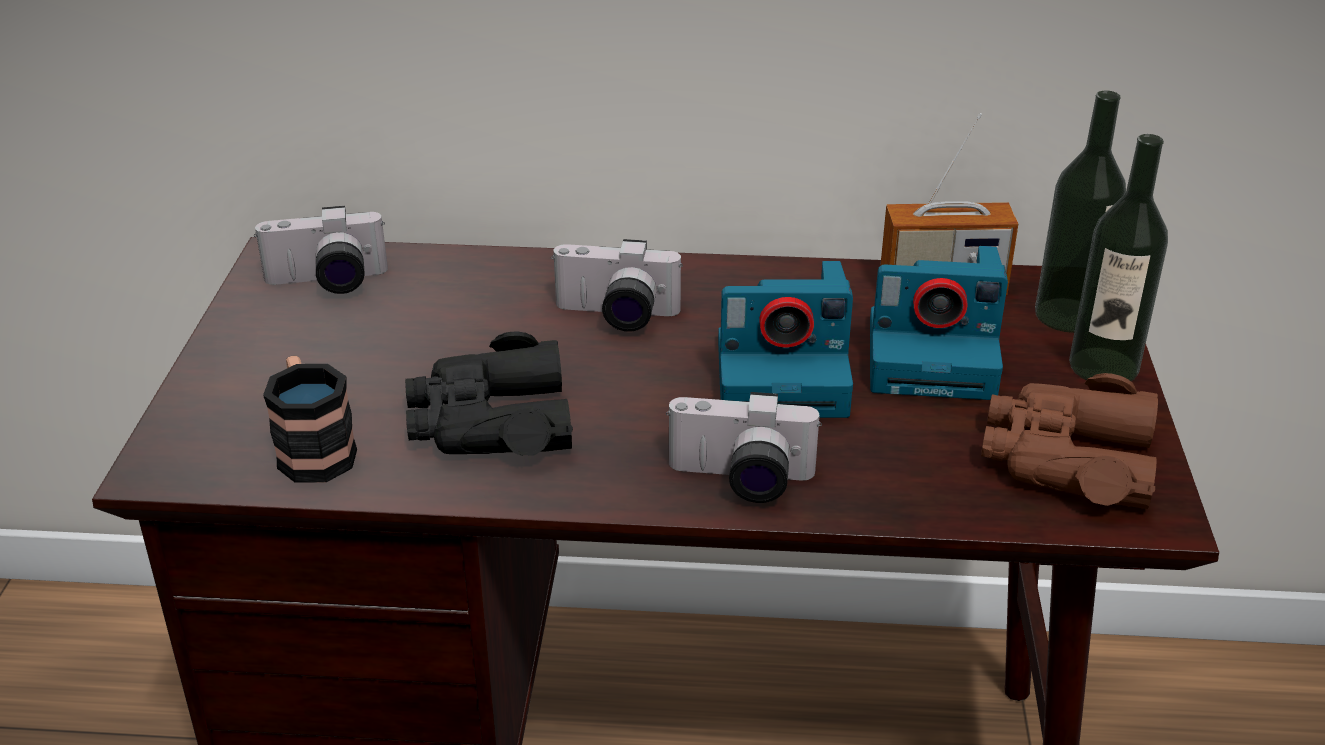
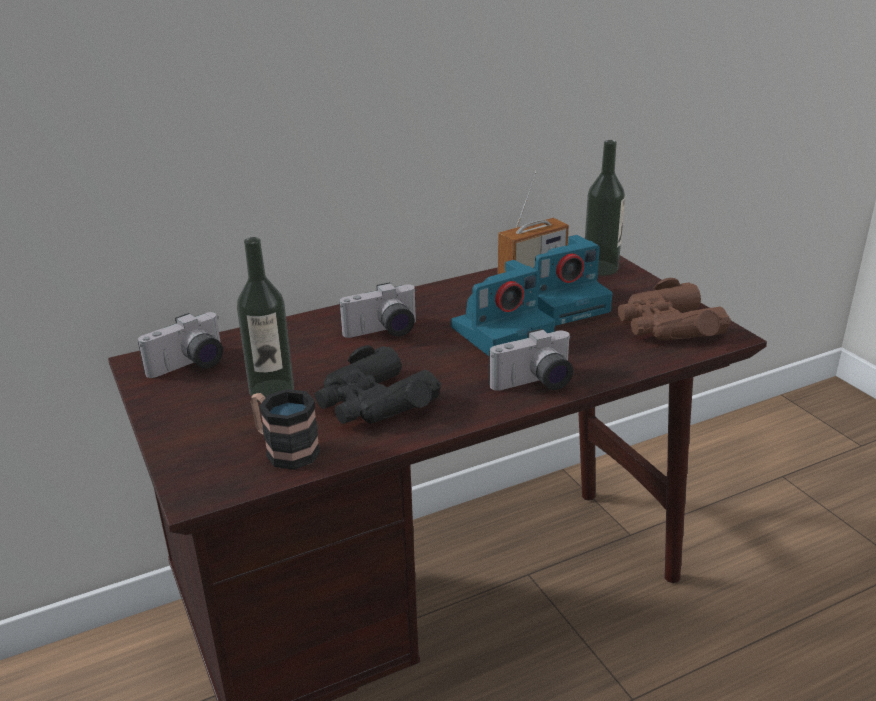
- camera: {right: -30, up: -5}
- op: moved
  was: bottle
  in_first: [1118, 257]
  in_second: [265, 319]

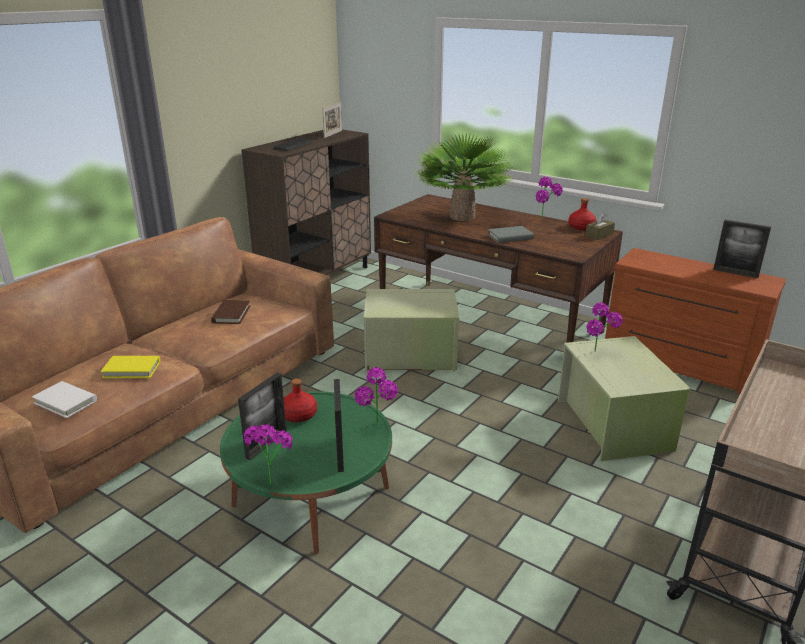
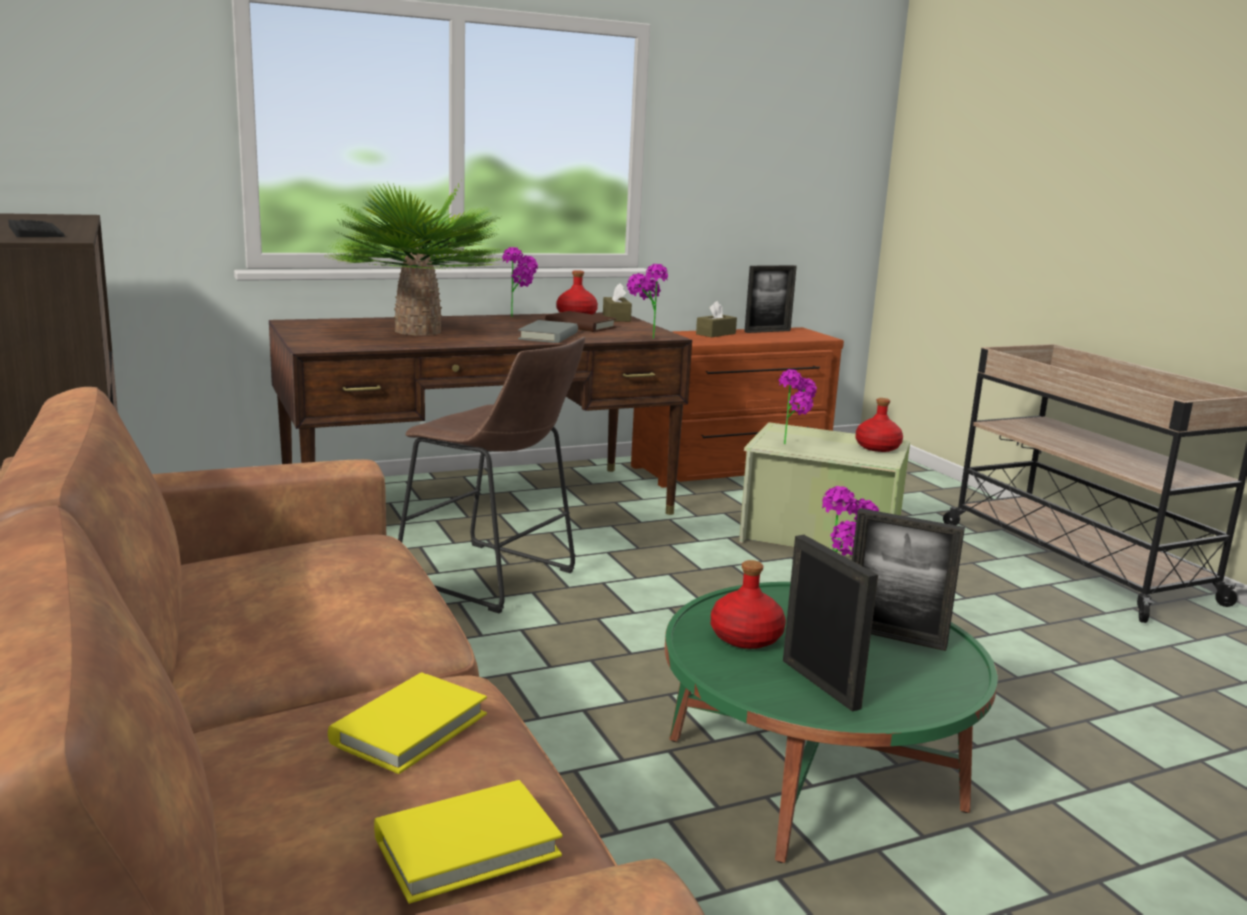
- camera: {right: -60, up: -10}
- op: removed
  was: picture frame
  in_first: [332, 120]
- op: replaced
  was: storage box in green
  now: stool in brown
  in_first: [411, 330]
  in_second: [491, 474]
- op: moved
  was: book in brown
  in_first: [230, 312]
  in_second: [581, 321]
- op: recoloured
  was: book in white
  now: book in yellow
  in_first: [64, 399]
  in_second: [468, 842]
- op: moved
  was: potted plant
  in_first: [268, 455]
  in_second: [647, 301]
- op: added
  now: tissue box in brown
  in_second: [716, 319]
- op: added
  now: bottle in red
  in_second: [879, 425]

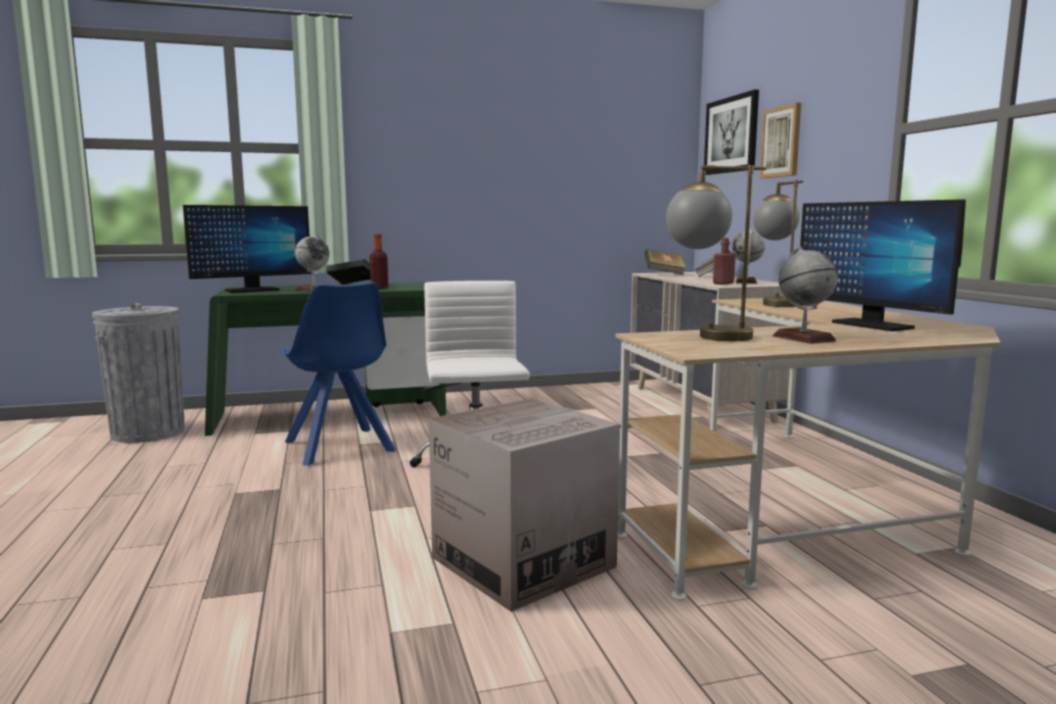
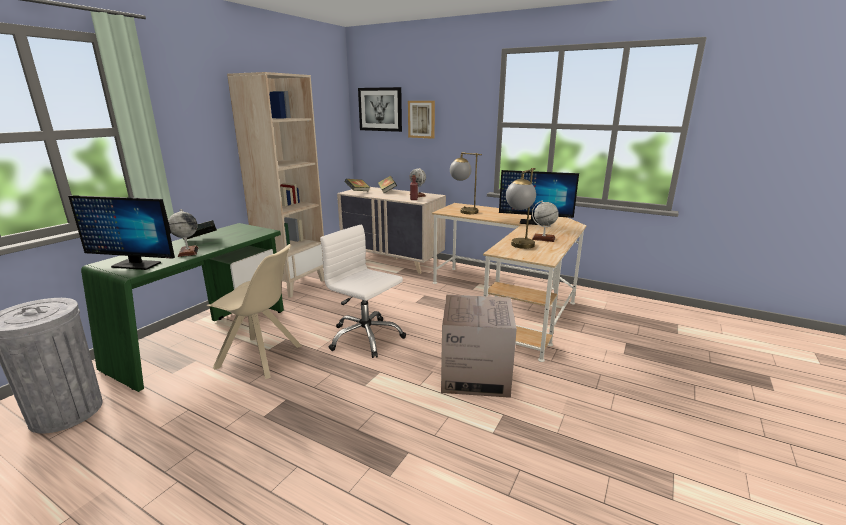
- camera: {right: -45, up: 10}
- op: turned
  was: monitor
  in_first: [247, 249]
  in_second: [121, 232]
  clockwise: 90
- op: removed
  was: bottle
  in_first: [379, 261]
- op: recoloured
  was: chair in blue
  now: chair in beige
  in_first: [339, 374]
  in_second: [254, 311]
- op: added
  now: bookcase in beige
  in_second: [275, 185]

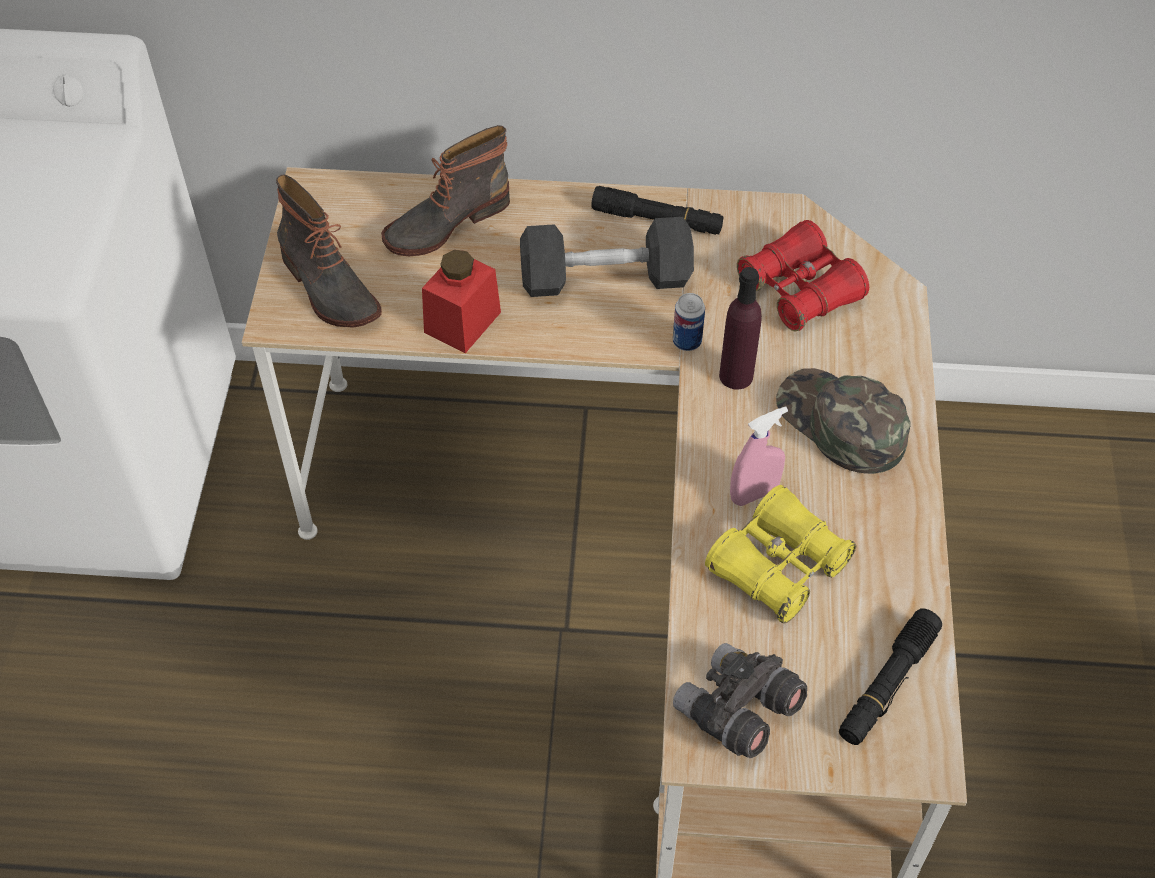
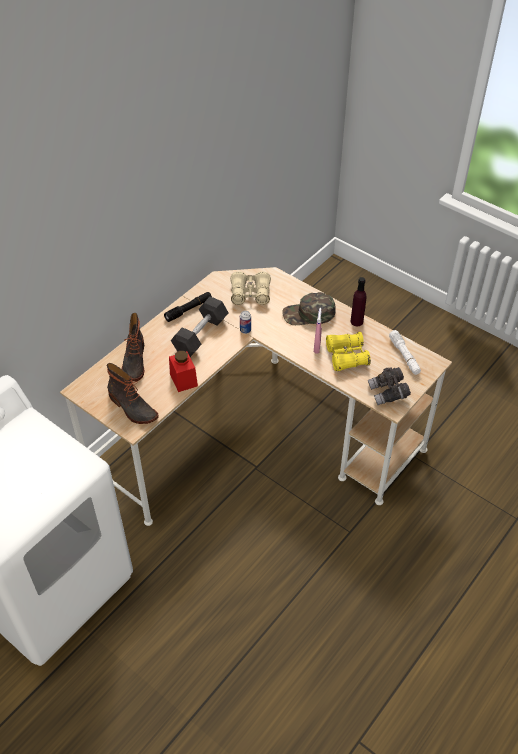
- camera: {right: -55, up: -5}
- op: turned
  was: boot
  in_first: [329, 251]
  in_second: [133, 393]
  clockwise: 45
- op: recoloured
  was: binoculars in red
  now: binoculars in beige
  in_first: [803, 275]
  in_second: [250, 288]
- op: moved
  was: bottle in purple
  in_first: [740, 328]
  in_second: [358, 301]
- op: recoloured
  was: flashlight in black
  now: flashlight in white
  in_first: [890, 676]
  in_second: [405, 352]

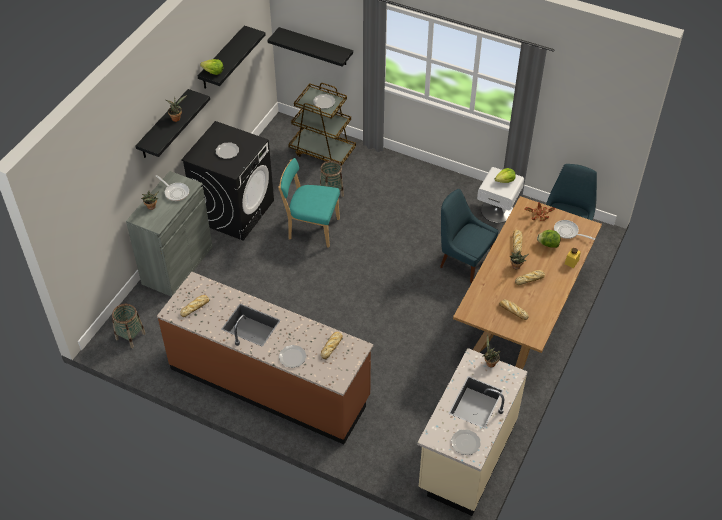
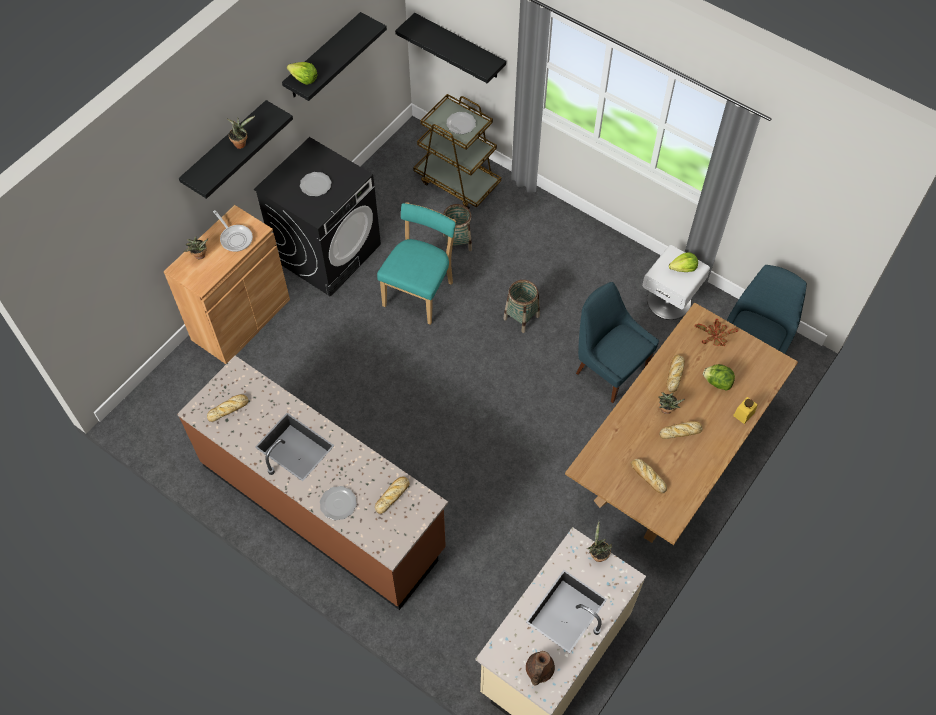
- camera: {right: 10, up: 10}
- op: turned
  was: chair in turquoise
  in_first: [309, 203]
  in_second: [416, 263]
  clockwise: 90
- op: recoloured
  was: cabinet in grey
  now: cabinet in brown
  in_first: [169, 234]
  in_second: [227, 284]
- op: removed
  was: frying pan
  in_first: [574, 230]
- op: moved
  was: basket
  in_first: [129, 326]
  in_second: [521, 306]
- op: replaced
  was: plate
  now: teapot in brown
  in_first: [466, 442]
  in_second: [540, 668]

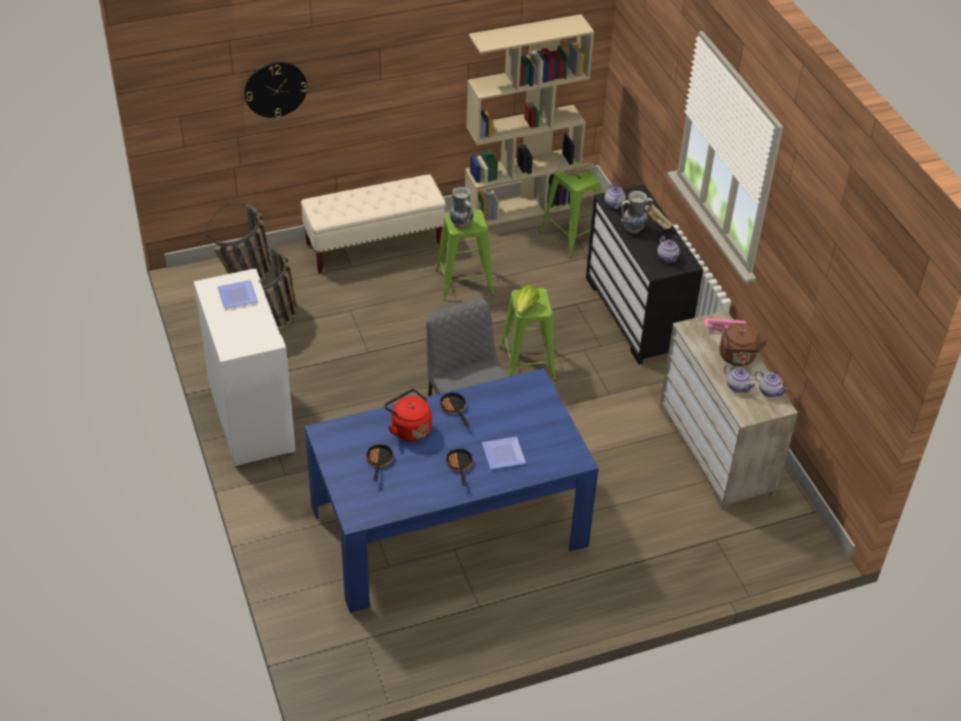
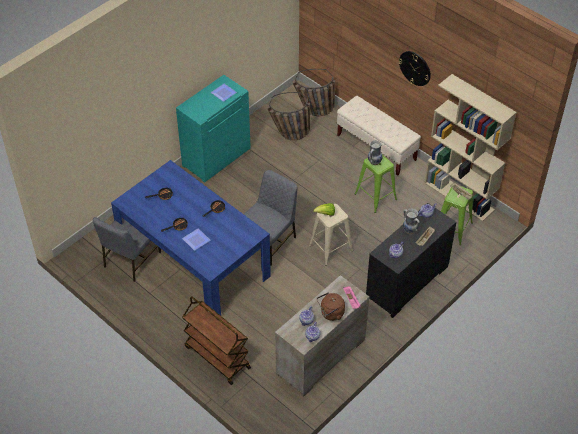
- camera: {right: 65, up: 5}
- op: moved
  was: wall clock
  in_first: [275, 90]
  in_second: [415, 68]
- op: recoloured
  was: cabinet in white
  now: cabinet in turquoise
  in_first: [245, 368]
  in_second: [213, 129]
- op: recoloured
  was: stool in green
  now: stool in beige
  in_first: [527, 334]
  in_second: [331, 235]
- op: removed
  was: kettle in red
  in_first: [408, 415]
- op: added
  now: chair in grey
  in_second: [127, 249]
- op: added
  now: cart in brown
  in_second: [216, 340]

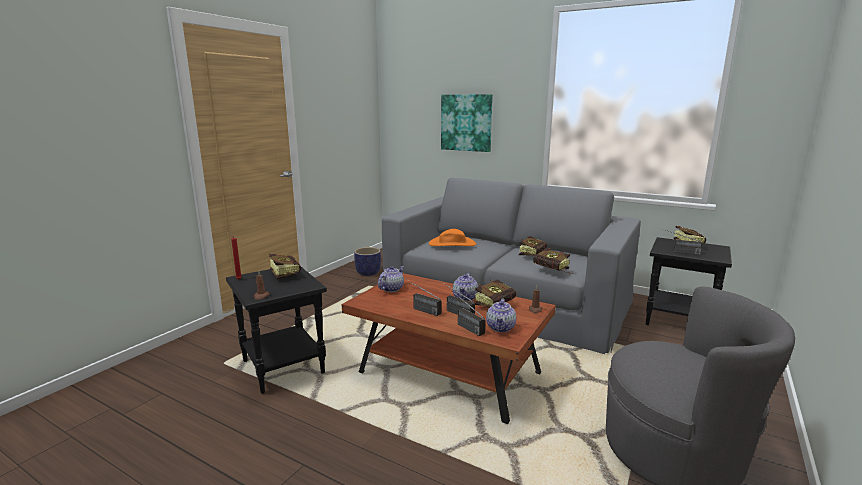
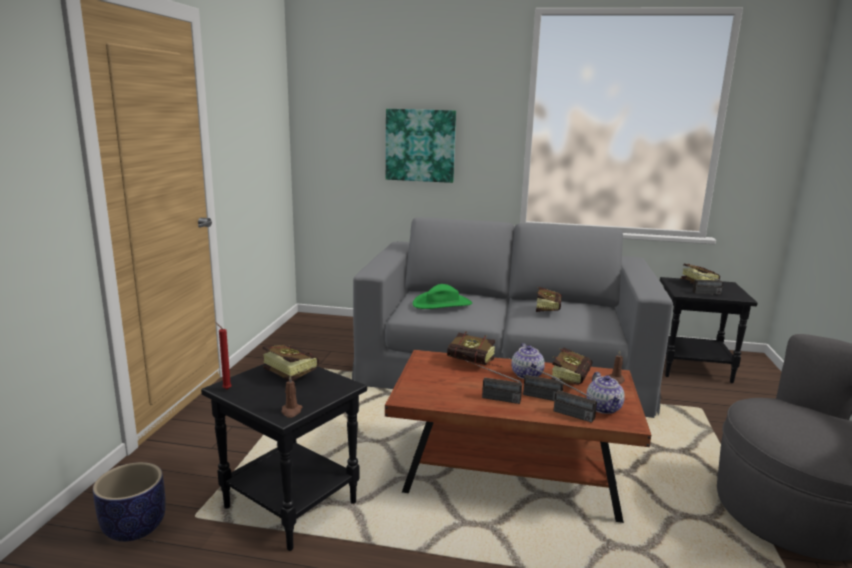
- camera: {right: -20, up: 0}
- op: recoloured
  was: hat in orange
  now: hat in green
  in_first: [452, 237]
  in_second: [442, 296]
- op: moved
  was: planter
  in_first: [367, 261]
  in_second: [129, 502]
- op: moved
  was: book
  in_first: [552, 261]
  in_second: [474, 349]
- op: removed
  was: teapot
  in_first: [391, 279]

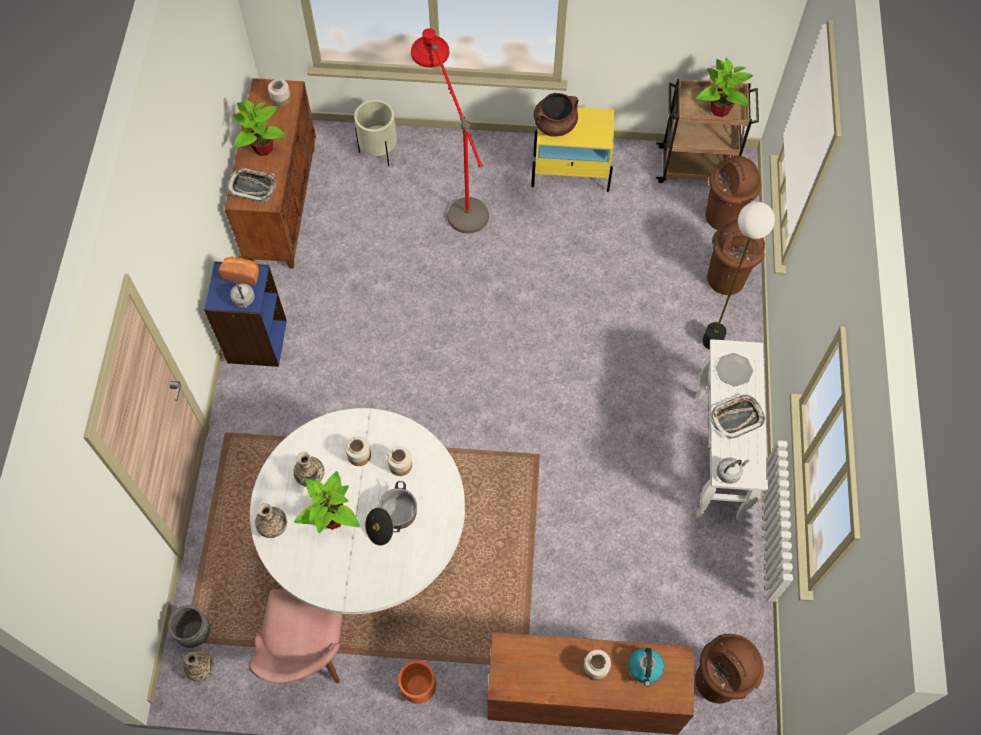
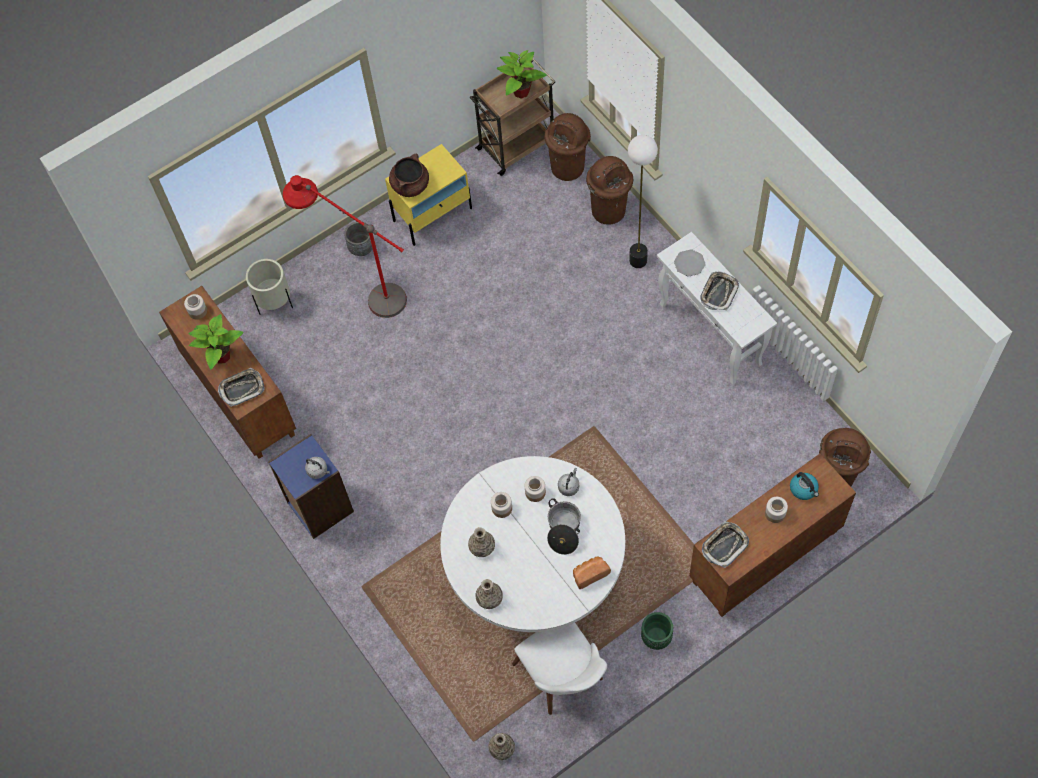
- camera: {right: -35, up: 0}
- op: moved
  was: bread
  in_first: [238, 271]
  in_second: [592, 573]
- op: moved
  was: kettle in grey
  in_first: [732, 470]
  in_second: [568, 482]
- op: removed
  was: potted plant
  in_first: [327, 502]
- op: recoloured
  was: chair in pink
  now: chair in white
  in_first: [296, 636]
  in_second: [559, 669]
- op: moved
  was: planter in grey
  in_first: [189, 626]
  in_second: [358, 239]
- op: recoloured
  was: planter in orange
  now: planter in green
  in_first: [417, 682]
  in_second: [657, 631]
- op: added
  now: tray
  in_second: [725, 544]

